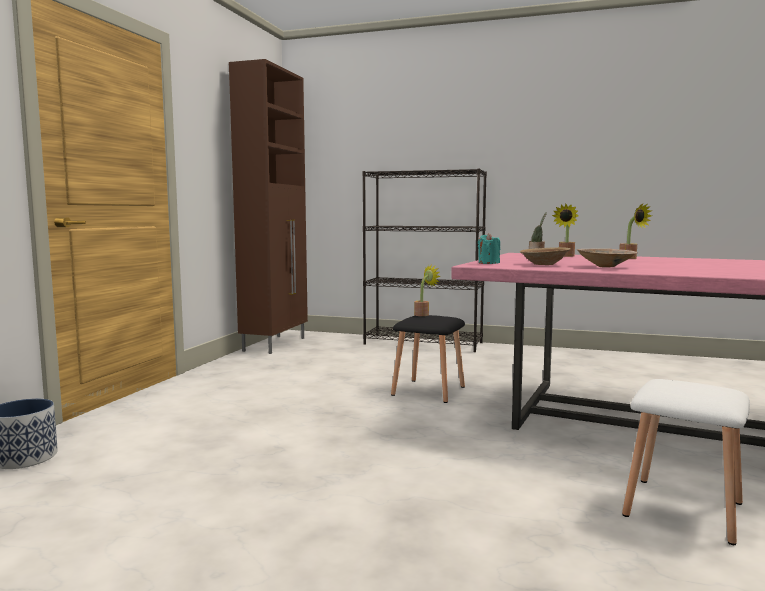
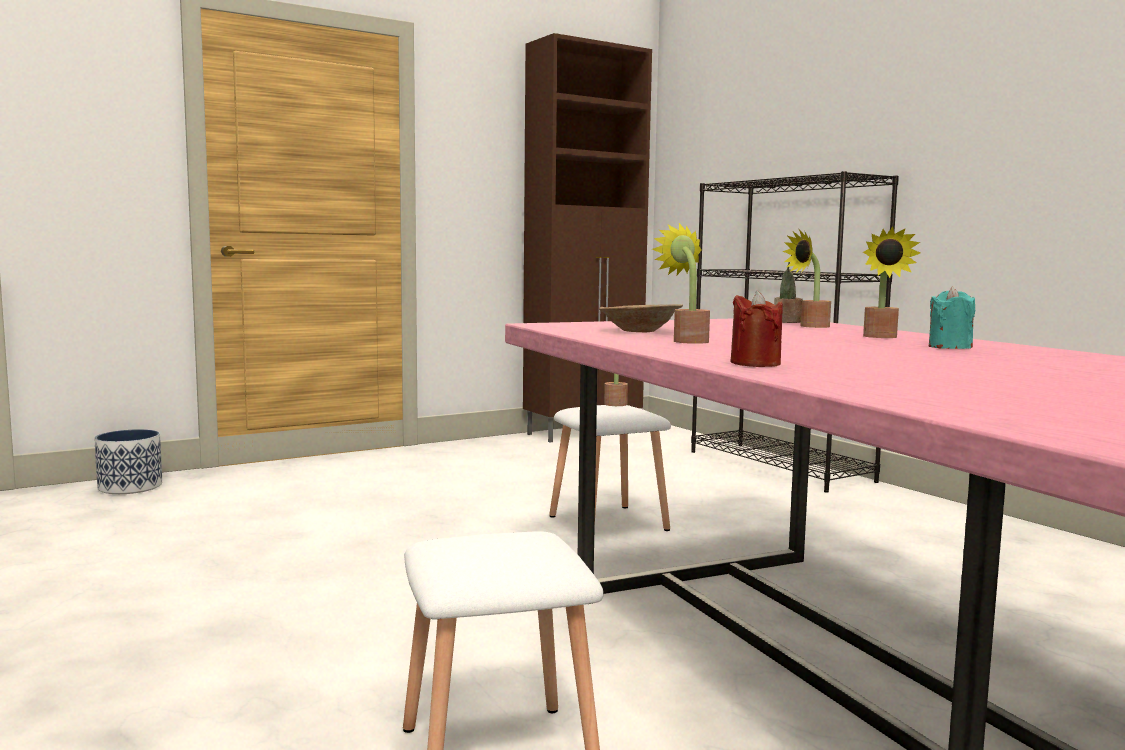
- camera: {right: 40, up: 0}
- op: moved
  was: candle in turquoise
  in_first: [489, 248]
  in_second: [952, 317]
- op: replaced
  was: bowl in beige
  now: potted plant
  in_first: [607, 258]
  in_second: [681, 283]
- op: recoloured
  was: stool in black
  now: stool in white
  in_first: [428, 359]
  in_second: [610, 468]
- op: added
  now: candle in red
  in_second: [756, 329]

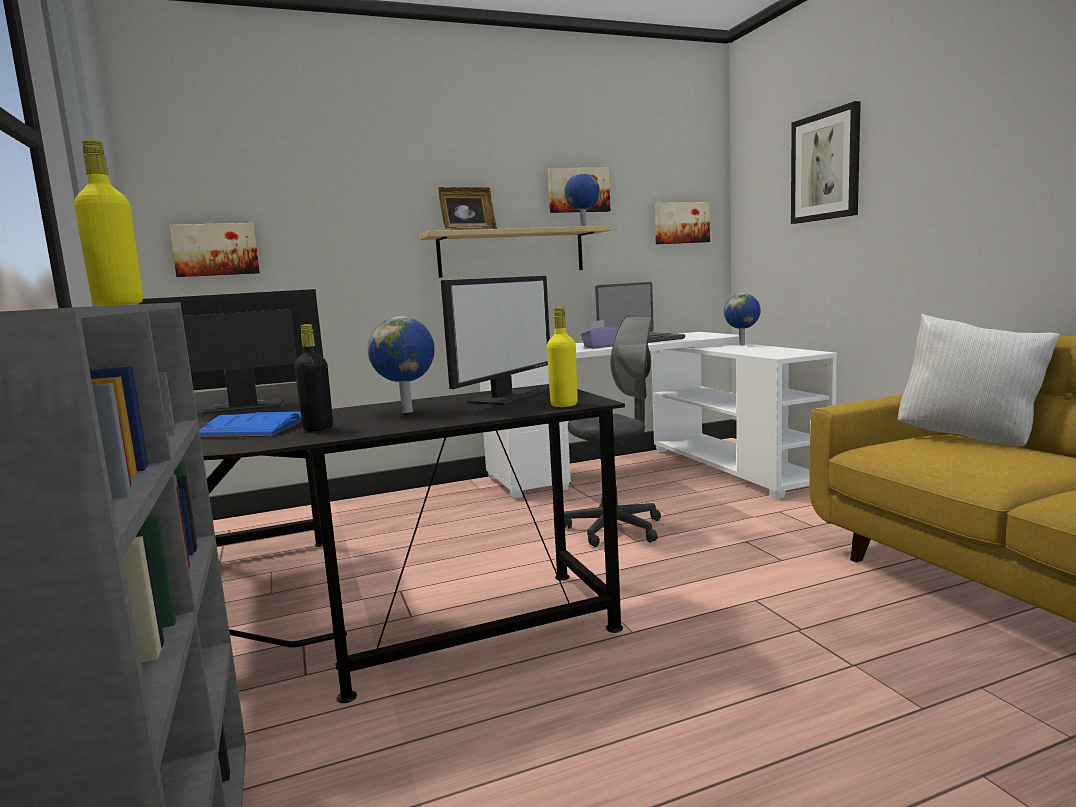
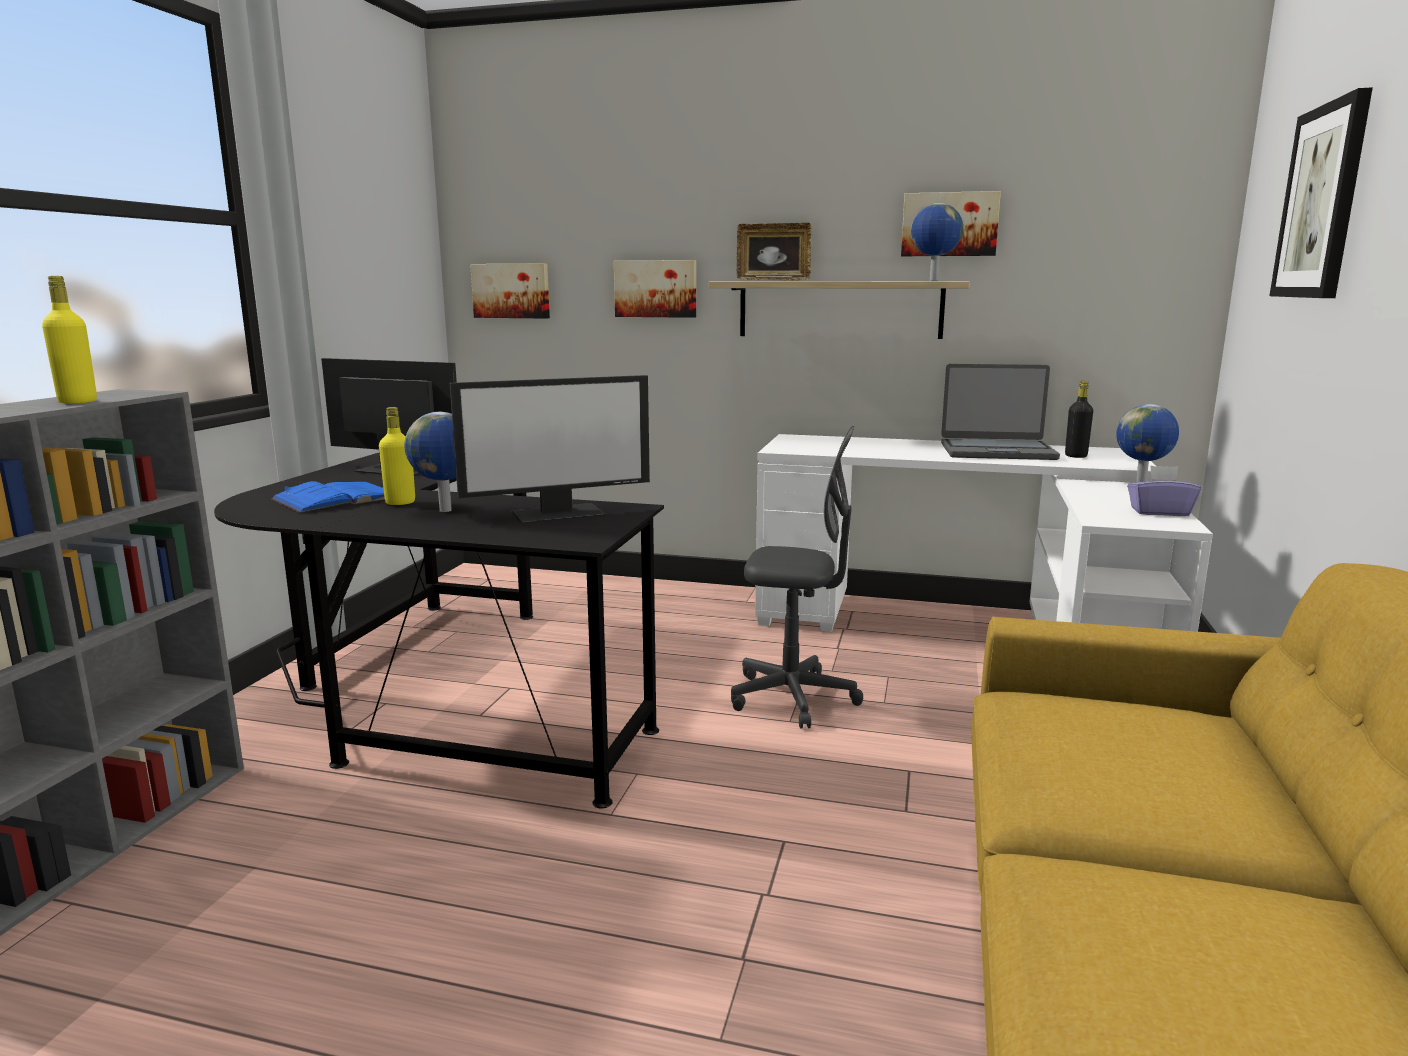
- camera: {right: 35, up: 5}
- op: moved
  was: picture
  in_first: [682, 223]
  in_second: [655, 289]
- op: moved
  was: bottle in yellow
  in_first: [562, 357]
  in_second: [397, 456]
- op: removed
  was: pillow in white
  in_first: [979, 380]
- op: moved
  was: tissue box in purple
  in_first: [600, 334]
  in_second: [1164, 490]
- op: moved
  was: bottle in black
  in_first: [313, 377]
  in_second: [1079, 419]

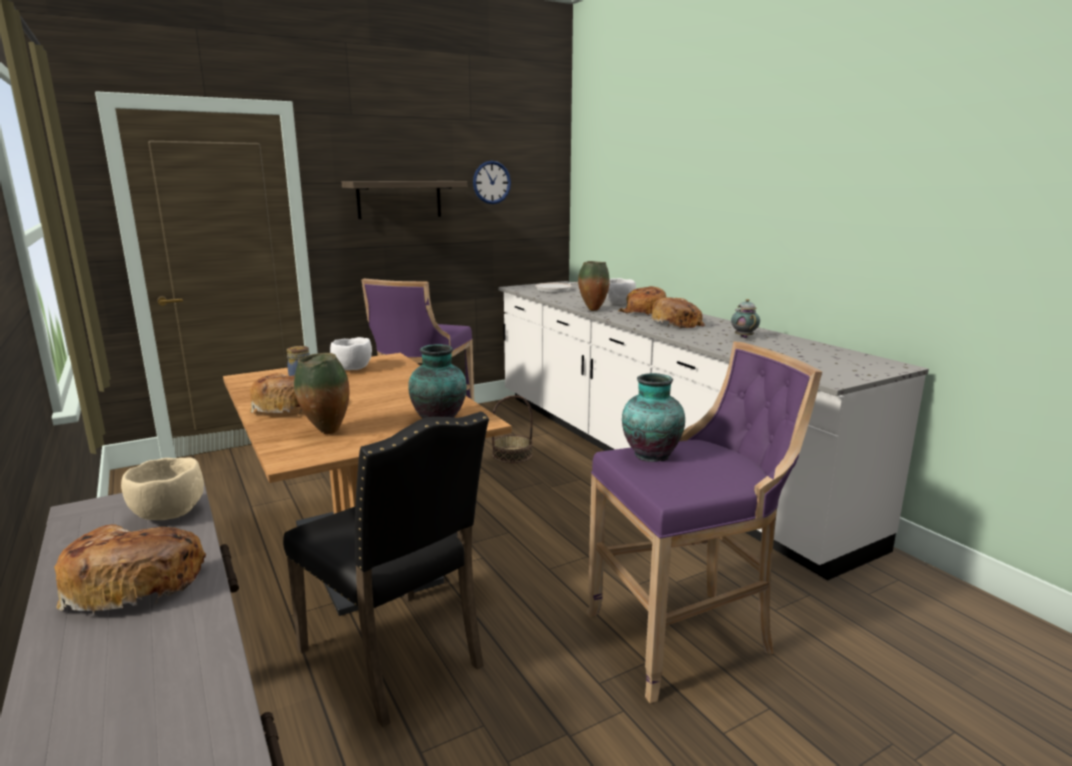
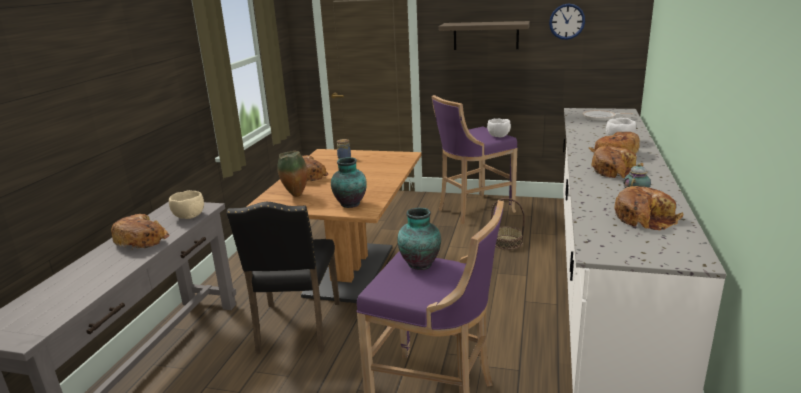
- camera: {right: 45, up: 5}
- op: removed
  was: vase
  in_first: [594, 286]
- op: moved
  was: bowl in white
  in_first: [351, 353]
  in_second: [499, 128]
- op: added
  now: bread
  in_second: [648, 208]

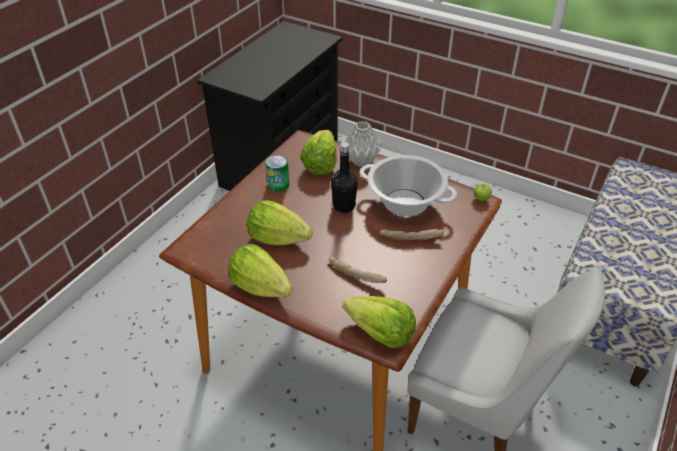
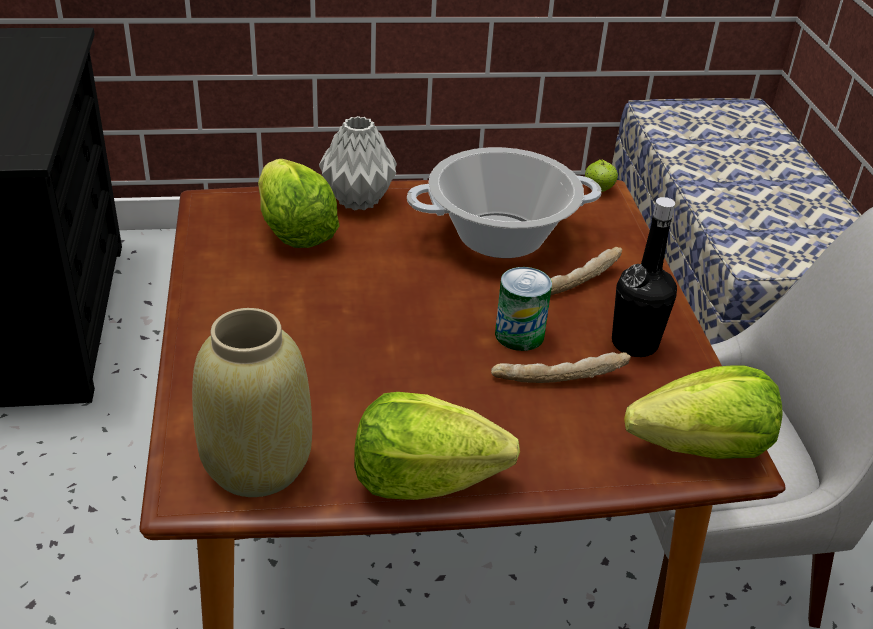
- camera: {right: -40, up: -5}
- op: moved
  was: bottle in black
  in_first: [344, 177]
  in_second: [644, 277]
- op: moved
  was: can
  in_first: [277, 173]
  in_second: [523, 309]
- op: removed
  was: lettuce
  in_first: [280, 222]
- op: added
  now: vase in beige
  in_second: [252, 402]

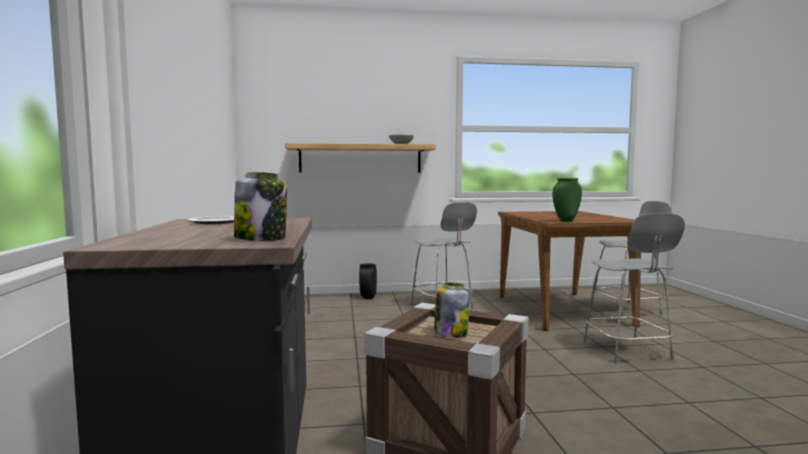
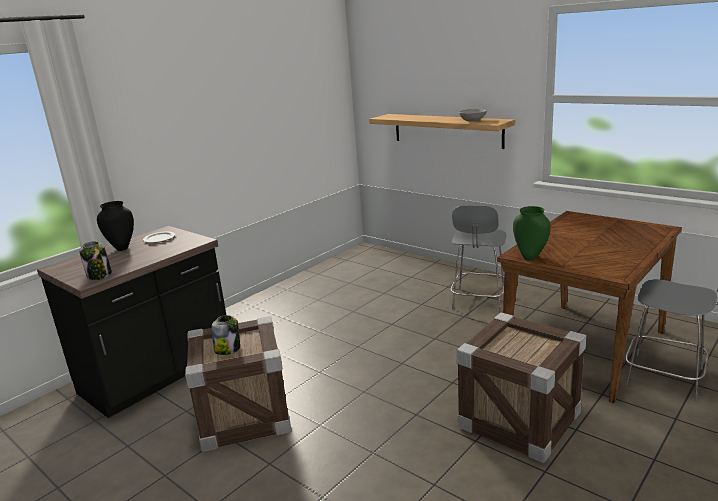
- camera: {right: 50, up: 15}
- op: replaced
  was: chair in grey
  now: crate
  in_first: [634, 288]
  in_second: [521, 387]
- op: moved
  was: vase in black
  in_first: [368, 281]
  in_second: [115, 226]

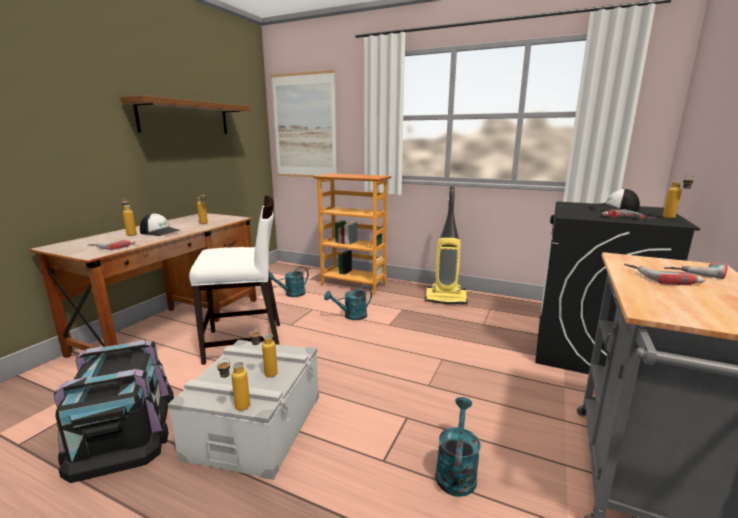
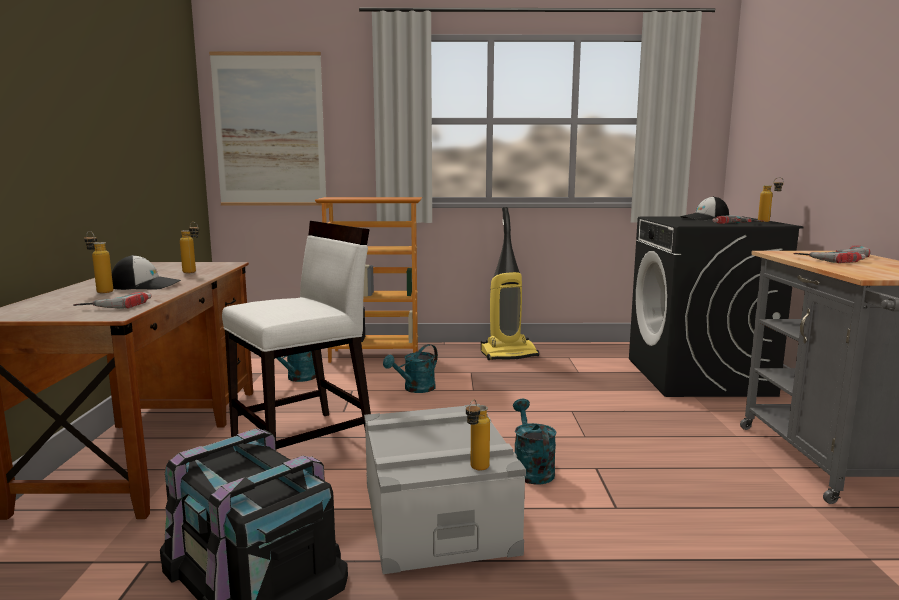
- camera: {right: -25, up: -5}
- op: removed
  was: shelf in brown
  in_first: [185, 114]
- op: removed
  was: bottle
  in_first: [263, 353]
- op: moved
  was: watering can in turquoise
  in_first: [458, 447]
  in_second: [534, 442]

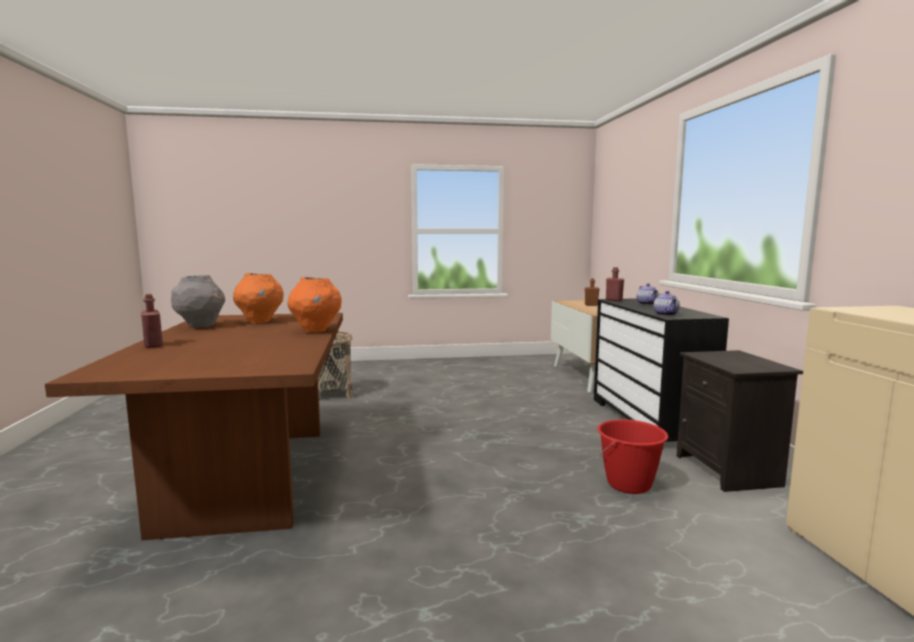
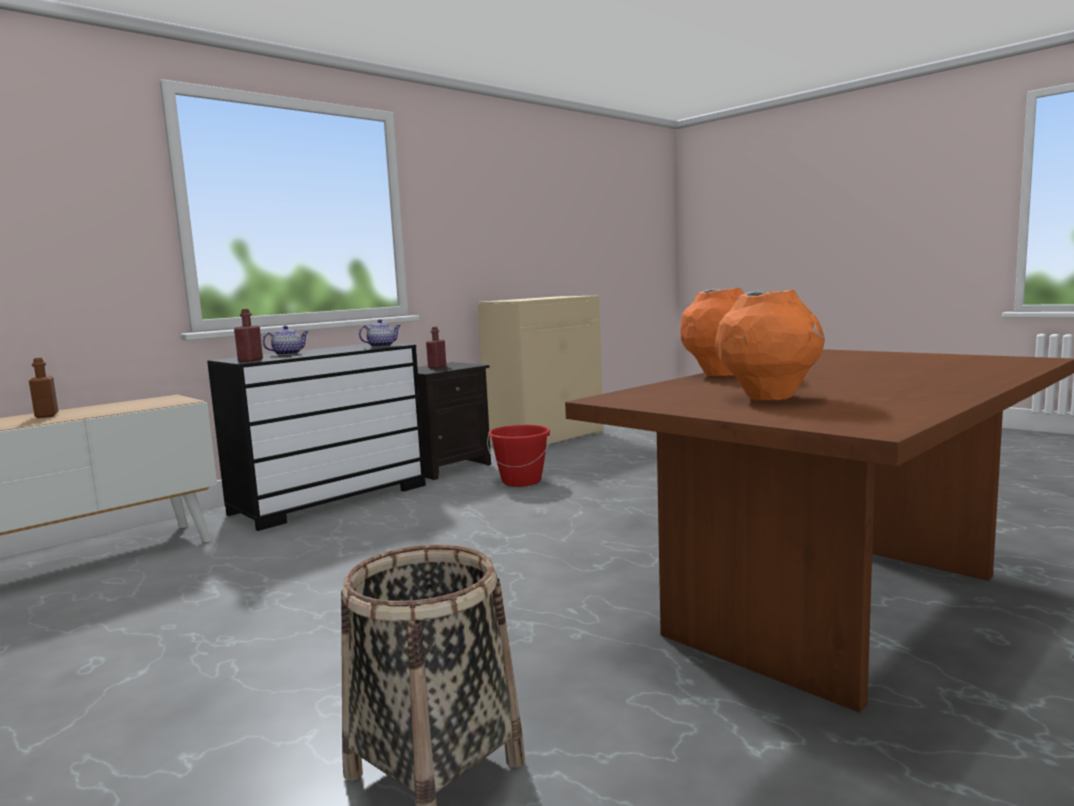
- camera: {right: -125, up: 0}
- op: removed
  was: vase in grey
  in_first: [198, 301]
- op: moved
  was: bottle in red
  in_first: [152, 321]
  in_second: [436, 347]

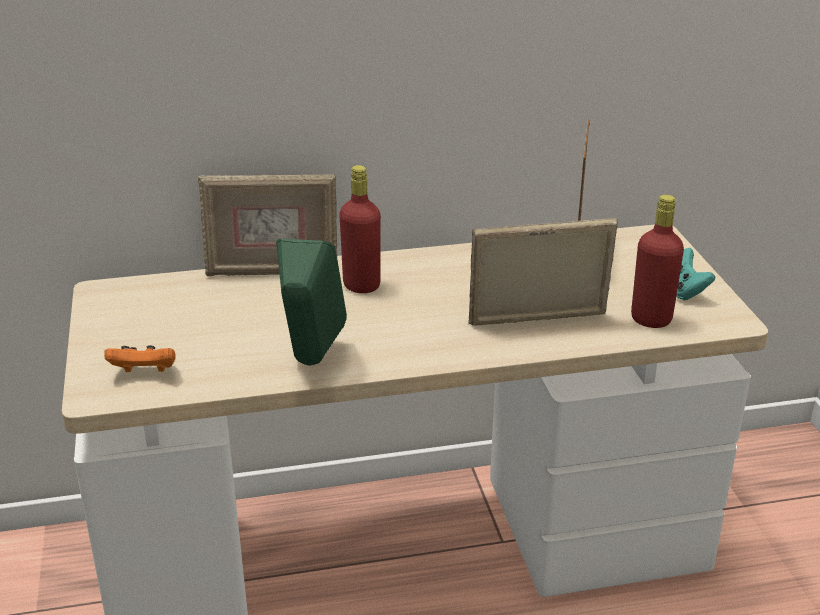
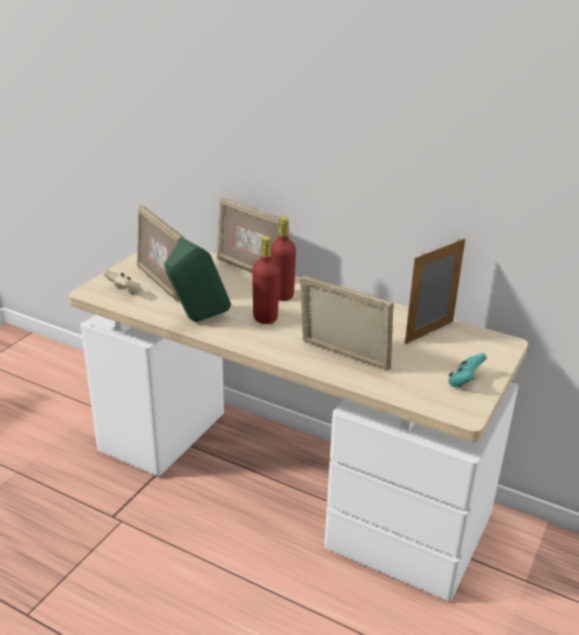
- camera: {right: 40, up: 0}
- op: moved
  was: bottle in red
  in_first: [657, 261]
  in_second: [266, 280]
- op: recoloured
  was: game controller in orange
  now: game controller in beige
  in_first: [140, 358]
  in_second: [122, 281]
- op: added
  now: picture frame
  in_second: [160, 253]

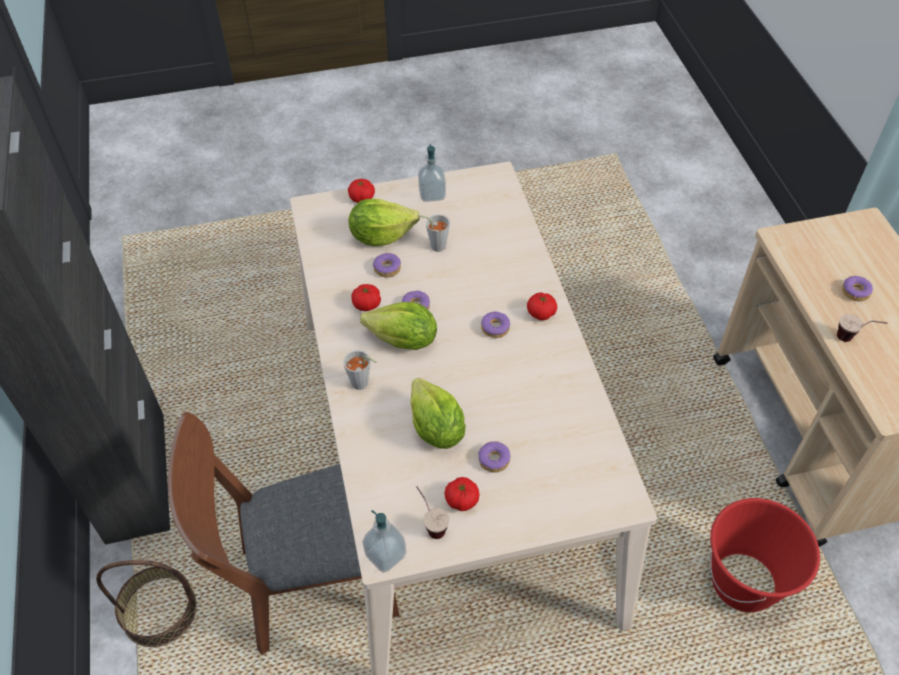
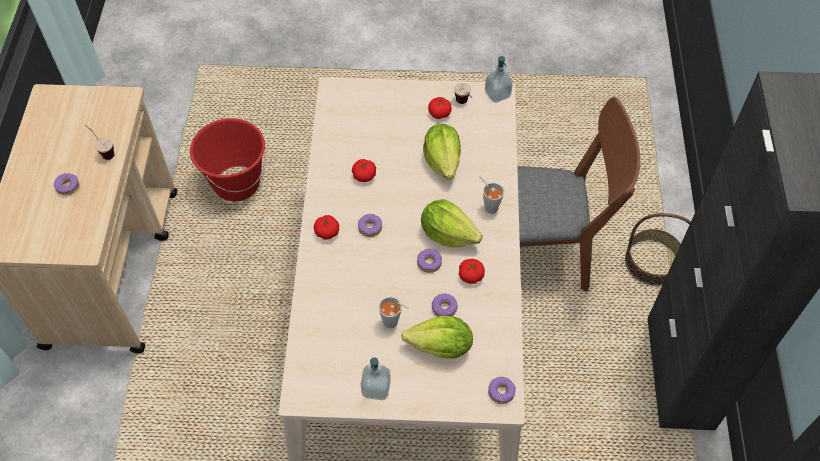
- camera: {right: -165, up: 5}
- op: moved
  was: tomato
  in_first: [361, 191]
  in_second: [364, 170]
- op: moved
  was: donut
  in_first: [495, 457]
  in_second: [502, 390]

